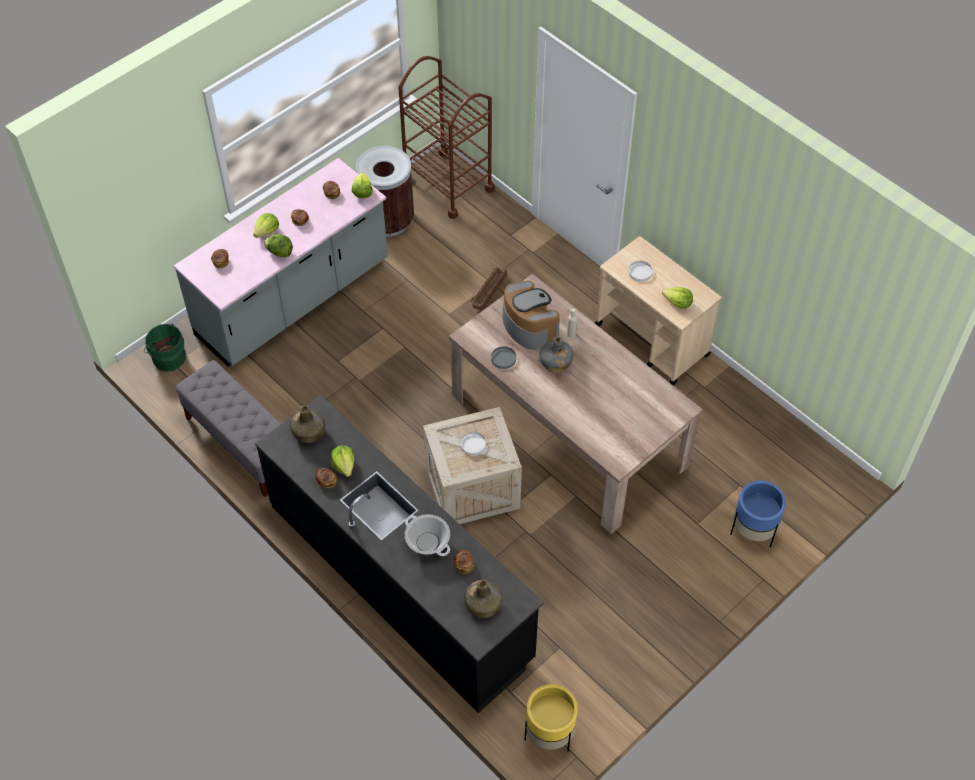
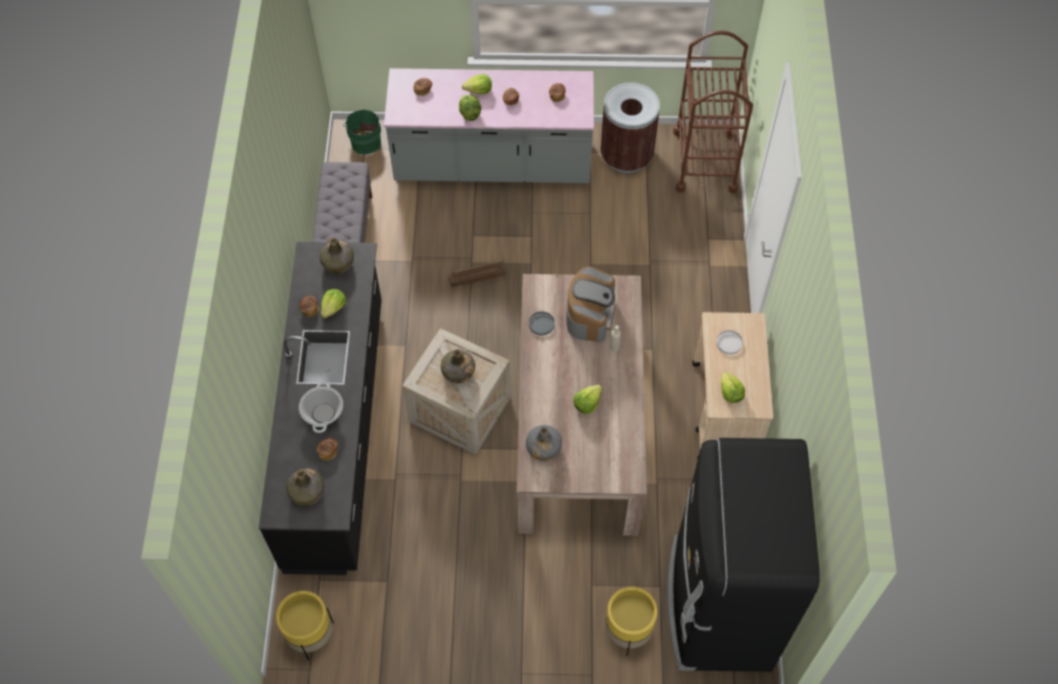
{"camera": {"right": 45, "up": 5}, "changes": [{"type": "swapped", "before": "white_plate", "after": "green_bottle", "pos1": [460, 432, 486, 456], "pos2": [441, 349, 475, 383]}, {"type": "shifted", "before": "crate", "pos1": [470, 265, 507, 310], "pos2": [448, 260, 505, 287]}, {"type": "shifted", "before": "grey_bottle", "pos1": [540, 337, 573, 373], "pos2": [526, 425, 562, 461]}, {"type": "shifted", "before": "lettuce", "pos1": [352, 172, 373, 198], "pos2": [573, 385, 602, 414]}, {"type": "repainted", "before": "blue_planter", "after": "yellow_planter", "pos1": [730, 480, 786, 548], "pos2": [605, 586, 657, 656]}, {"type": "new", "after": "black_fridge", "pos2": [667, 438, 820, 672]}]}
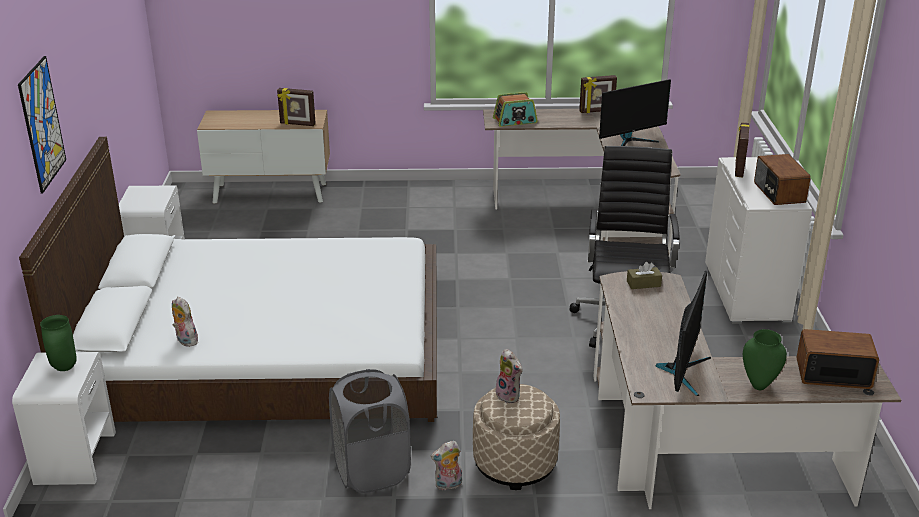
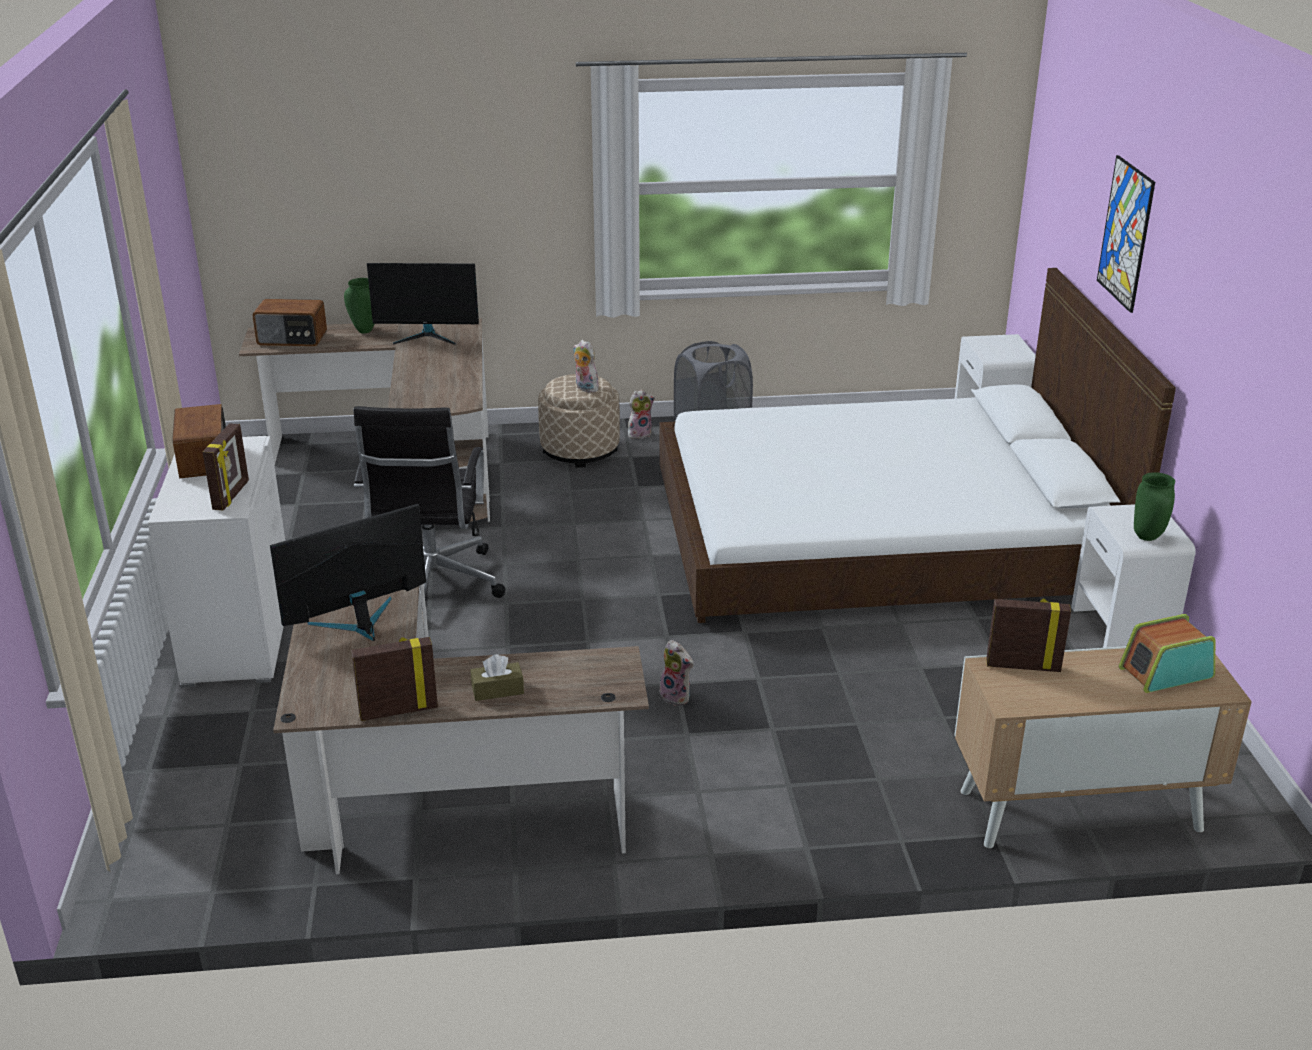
{"camera": {"right": 175, "up": 0}, "changes": [{"type": "rotated", "before": "monitor", "pos1": [655, 271, 711, 396], "pos2": [367, 263, 479, 345], "turn": -105}, {"type": "shifted", "before": "brown_tissue_box", "pos1": [627, 262, 662, 289], "pos2": [471, 654, 524, 701]}, {"type": "shifted", "before": "plush_toy", "pos1": [172, 297, 198, 347], "pos2": [658, 640, 693, 706]}, {"type": "shifted", "before": "radio", "pos1": [493, 92, 538, 127], "pos2": [1119, 614, 1215, 693]}, {"type": "shifted", "before": "green_vase", "pos1": [40, 315, 77, 371], "pos2": [1134, 472, 1175, 541]}]}
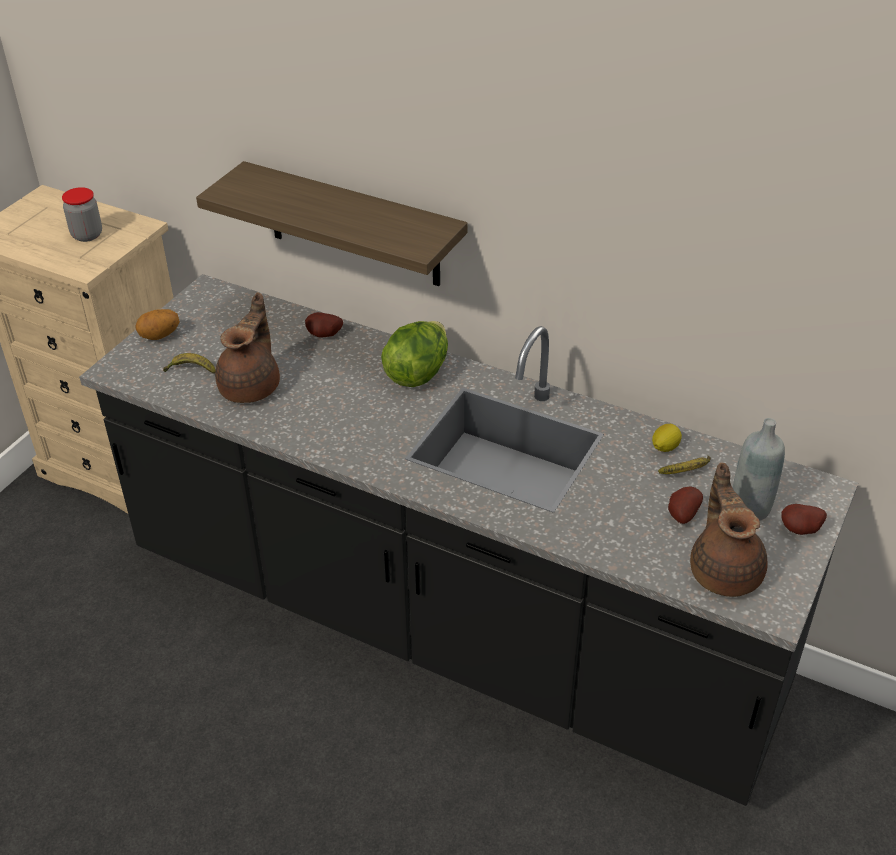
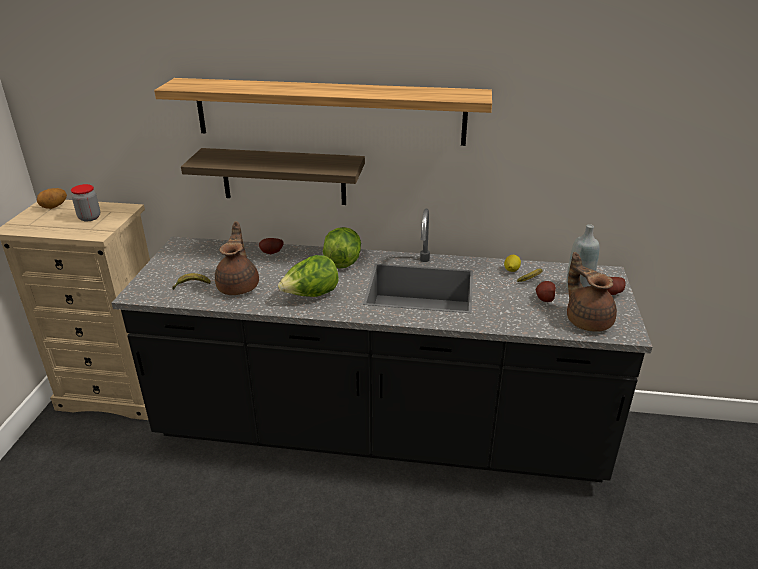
{"camera": {"right": -20, "up": -10}, "changes": [{"type": "shifted", "before": "potato", "pos1": [135, 309, 180, 340], "pos2": [37, 188, 67, 209]}, {"type": "new", "after": "shelf", "pos2": [154, 78, 492, 146]}, {"type": "new", "after": "lettuce", "pos2": [278, 255, 339, 297]}]}
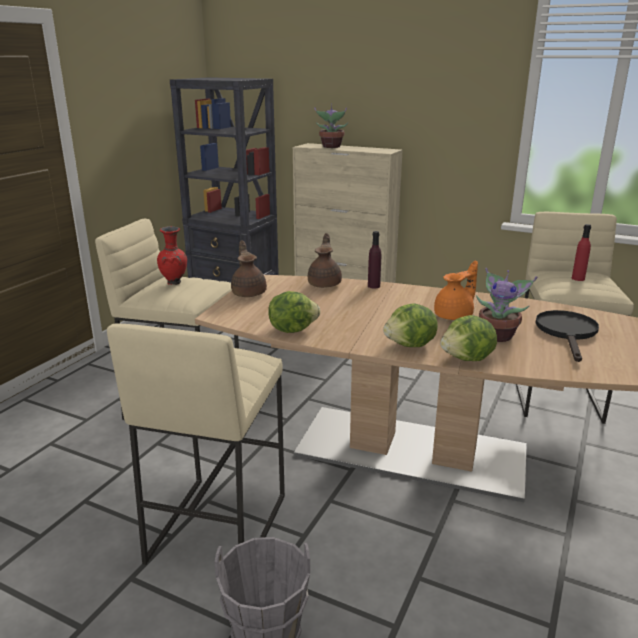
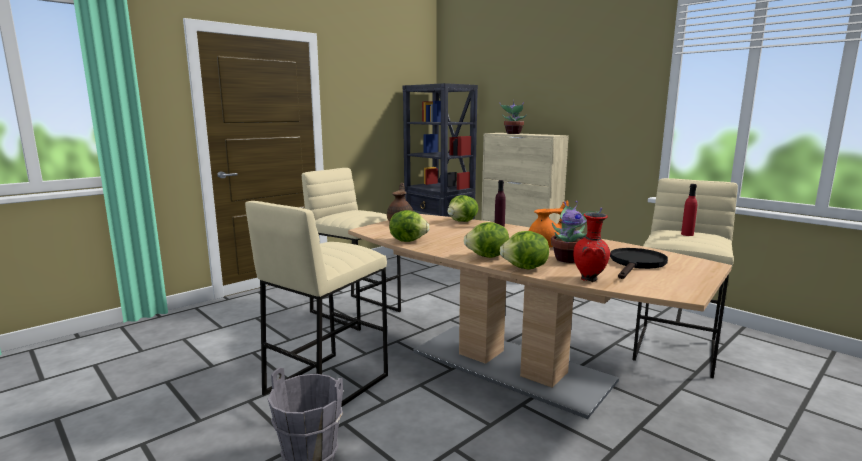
{"camera": {"right": 20, "up": -10}, "changes": [{"type": "swapped", "before": "brown_teapot", "after": "lettuce", "pos1": [308, 233, 342, 288], "pos2": [447, 195, 478, 222]}, {"type": "shifted", "before": "red_vase", "pos1": [157, 226, 187, 285], "pos2": [573, 212, 610, 282]}]}
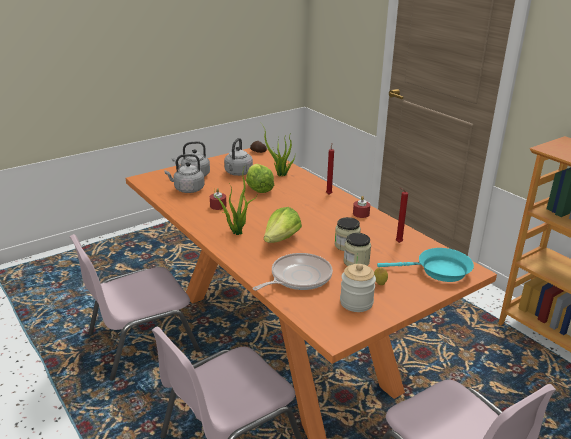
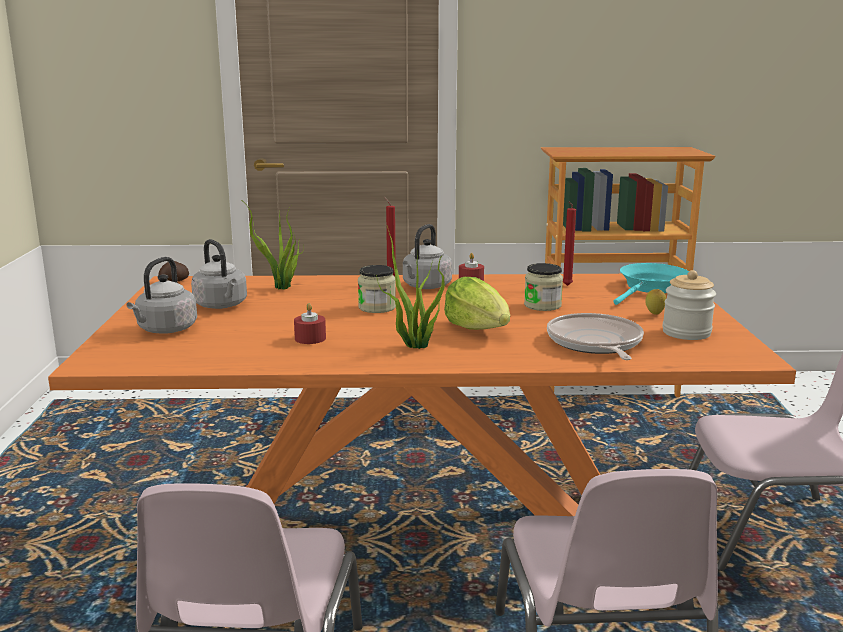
{"camera": {"right": -55, "up": -10}, "changes": [{"type": "shifted", "before": "jar", "pos1": [343, 233, 371, 266], "pos2": [358, 265, 396, 313]}, {"type": "shifted", "before": "grey_kettle", "pos1": [164, 154, 205, 193], "pos2": [403, 224, 452, 289]}, {"type": "gone", "before": "lettuce", "pos1": [246, 164, 274, 193]}]}
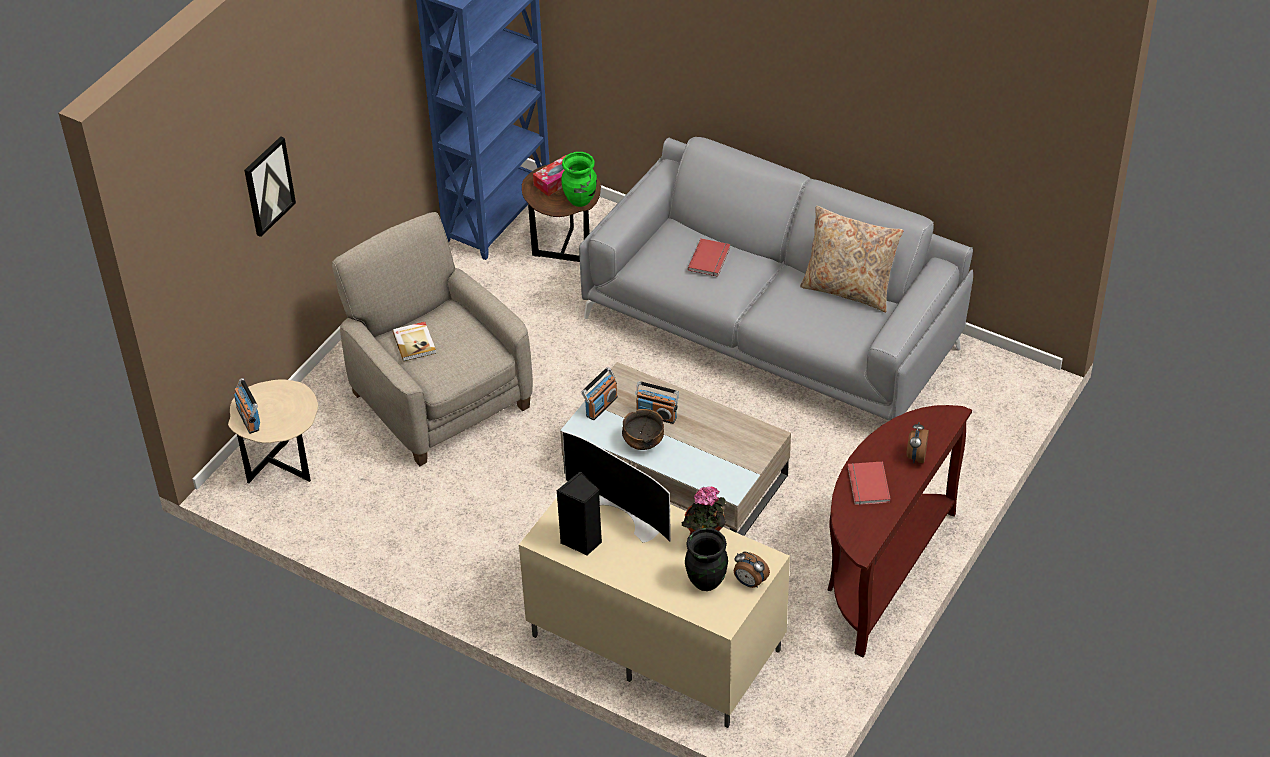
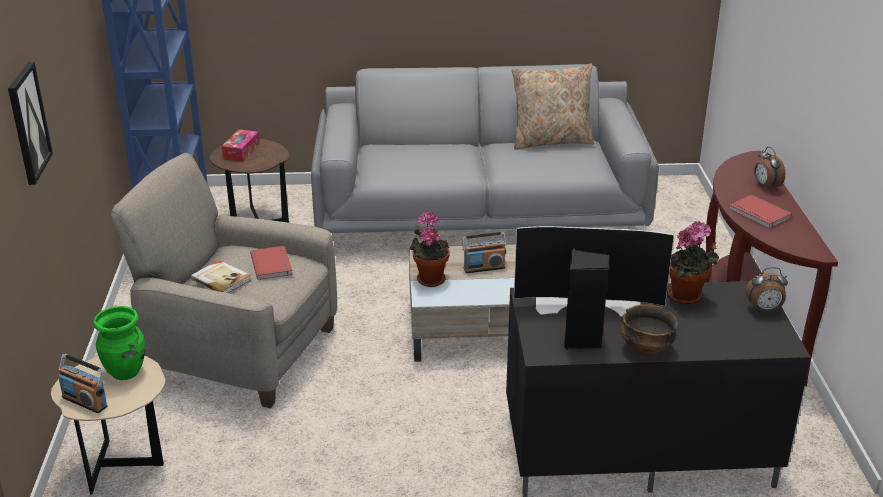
{"camera": {"right": -35, "up": -15}, "changes": [{"type": "shifted", "before": "green_vase", "pos1": [561, 152, 597, 207], "pos2": [93, 306, 145, 380]}, {"type": "shifted", "before": "red_book", "pos1": [688, 238, 730, 277], "pos2": [250, 246, 293, 280]}, {"type": "swapped", "before": "radio", "after": "potted_plant", "pos1": [582, 367, 618, 420], "pos2": [409, 212, 449, 287]}, {"type": "repainted", "before": "beige_tv_stand", "after": "black_tv_stand", "pos1": [519, 498, 790, 728], "pos2": [506, 281, 811, 497]}, {"type": "shifted", "before": "bowl", "pos1": [622, 409, 664, 450], "pos2": [621, 304, 678, 356]}, {"type": "gone", "before": "black_vase", "pos1": [685, 528, 728, 591]}]}
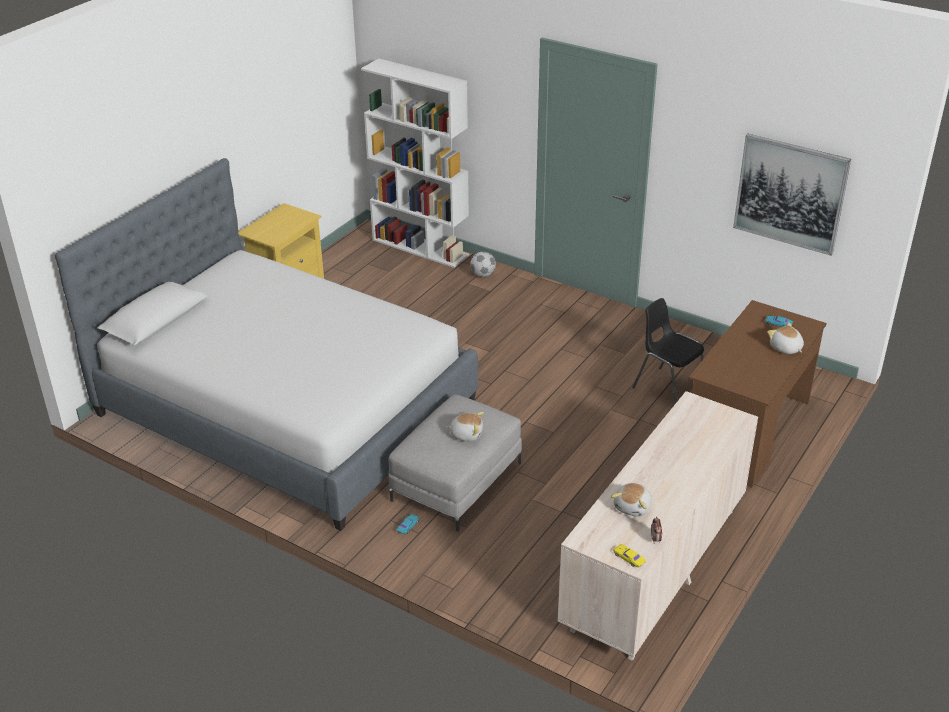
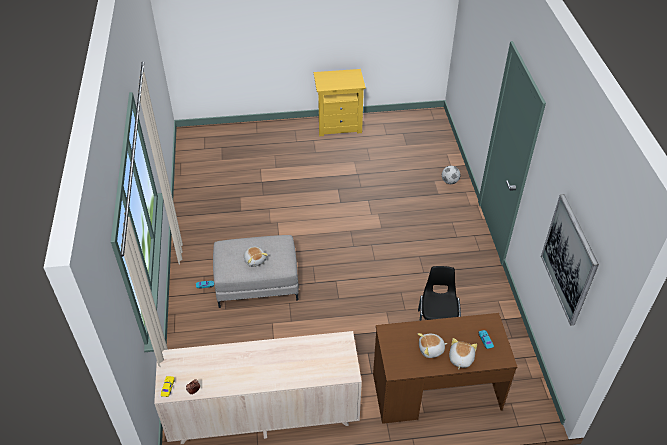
{"camera": {"right": 50, "up": 10}, "changes": [{"type": "shifted", "before": "plush_toy", "pos1": [611, 483, 652, 517], "pos2": [418, 333, 448, 358]}, {"type": "gone", "before": "bed", "pos1": [55, 158, 478, 531]}, {"type": "gone", "before": "white_bookcase", "pos1": [361, 59, 469, 268]}]}
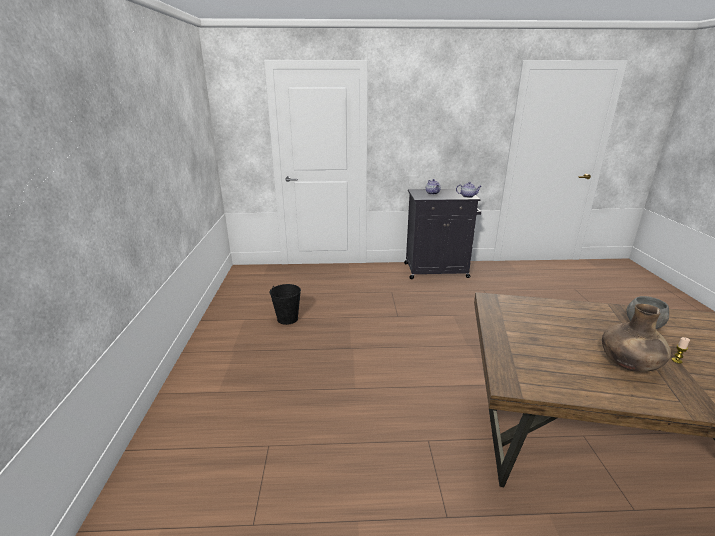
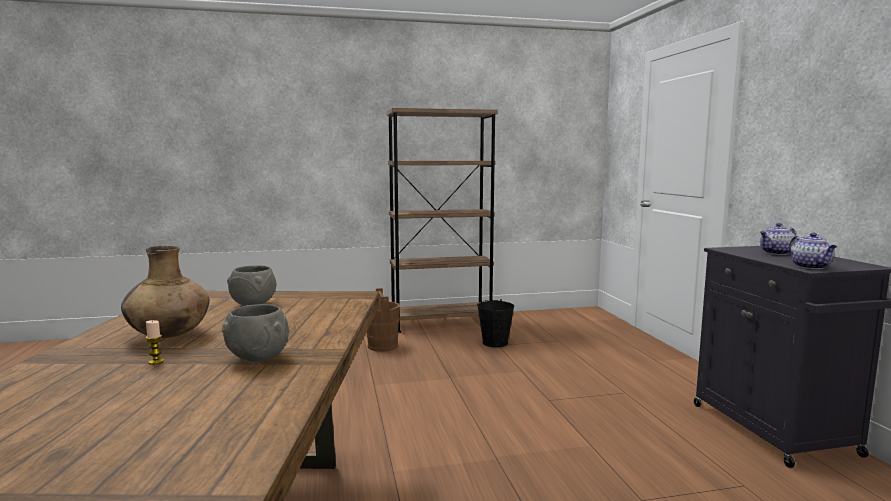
{"camera": {"right": 80, "up": -15}, "changes": [{"type": "new", "after": "grey_bowl", "pos2": [227, 265, 277, 306]}, {"type": "new", "after": "brown_bucket", "pos2": [366, 288, 400, 352]}, {"type": "new", "after": "brown_bookcase", "pos2": [387, 108, 498, 333]}]}
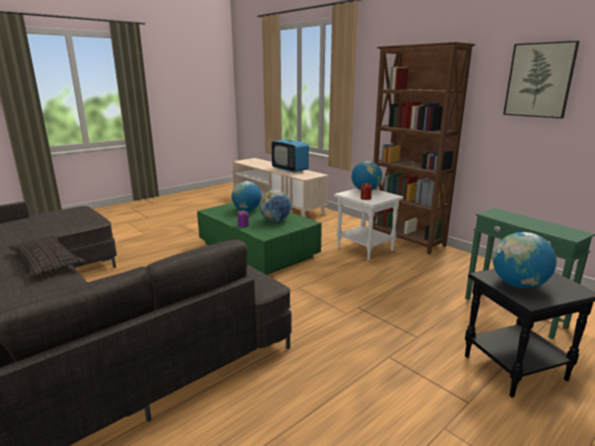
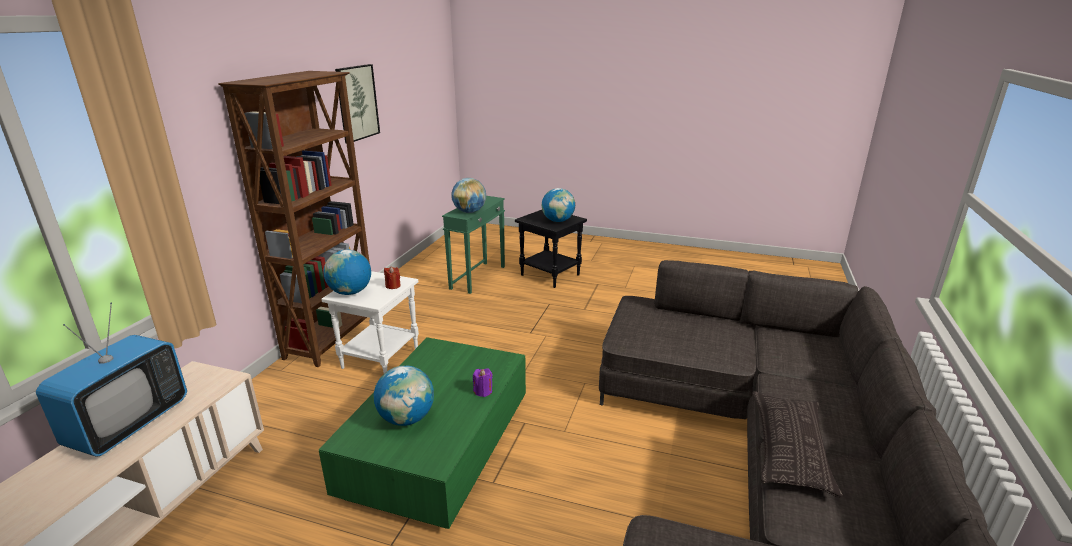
{"camera": {"right": -120, "up": 5}, "changes": [{"type": "shifted", "before": "globe", "pos1": [260, 190, 291, 222], "pos2": [451, 178, 486, 213]}]}
